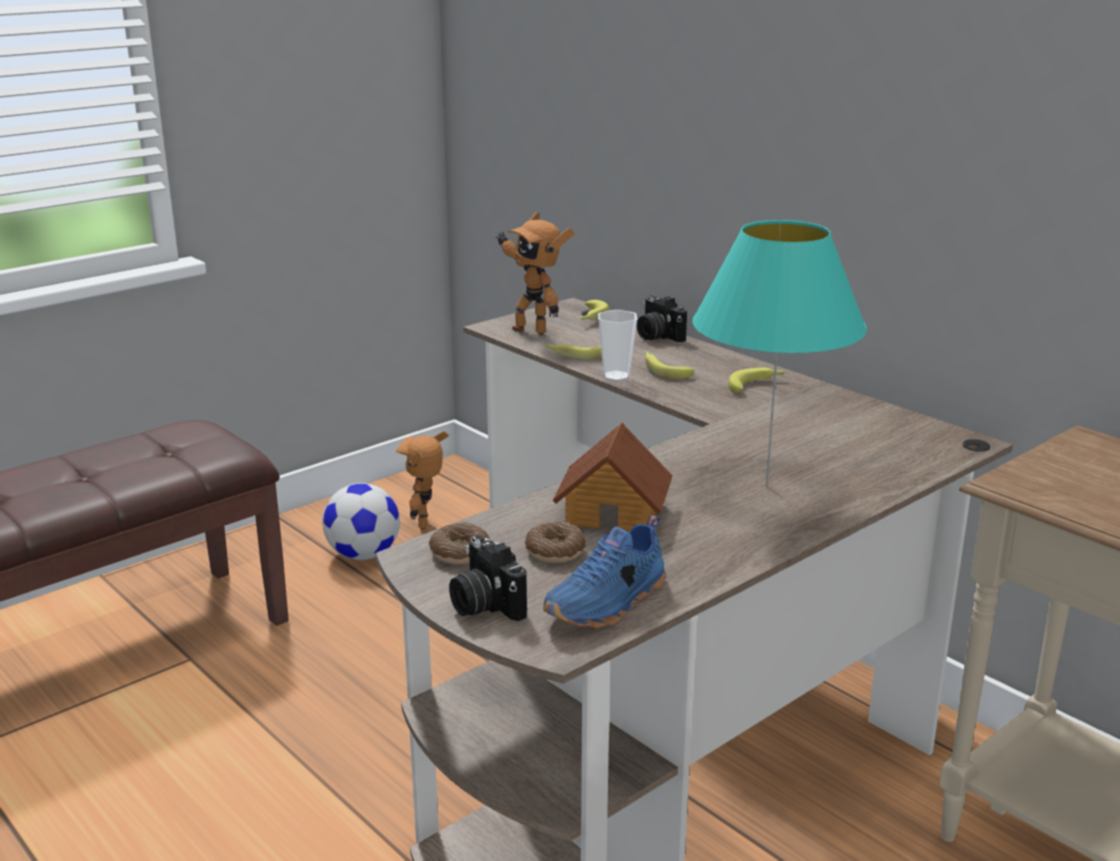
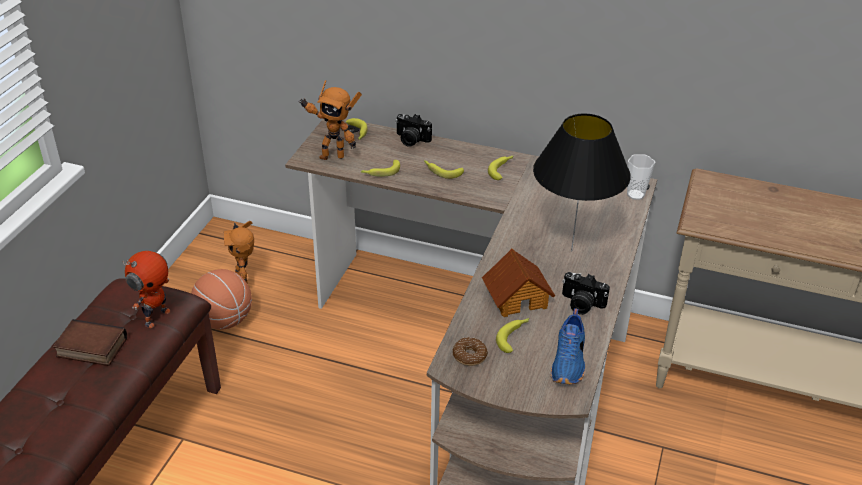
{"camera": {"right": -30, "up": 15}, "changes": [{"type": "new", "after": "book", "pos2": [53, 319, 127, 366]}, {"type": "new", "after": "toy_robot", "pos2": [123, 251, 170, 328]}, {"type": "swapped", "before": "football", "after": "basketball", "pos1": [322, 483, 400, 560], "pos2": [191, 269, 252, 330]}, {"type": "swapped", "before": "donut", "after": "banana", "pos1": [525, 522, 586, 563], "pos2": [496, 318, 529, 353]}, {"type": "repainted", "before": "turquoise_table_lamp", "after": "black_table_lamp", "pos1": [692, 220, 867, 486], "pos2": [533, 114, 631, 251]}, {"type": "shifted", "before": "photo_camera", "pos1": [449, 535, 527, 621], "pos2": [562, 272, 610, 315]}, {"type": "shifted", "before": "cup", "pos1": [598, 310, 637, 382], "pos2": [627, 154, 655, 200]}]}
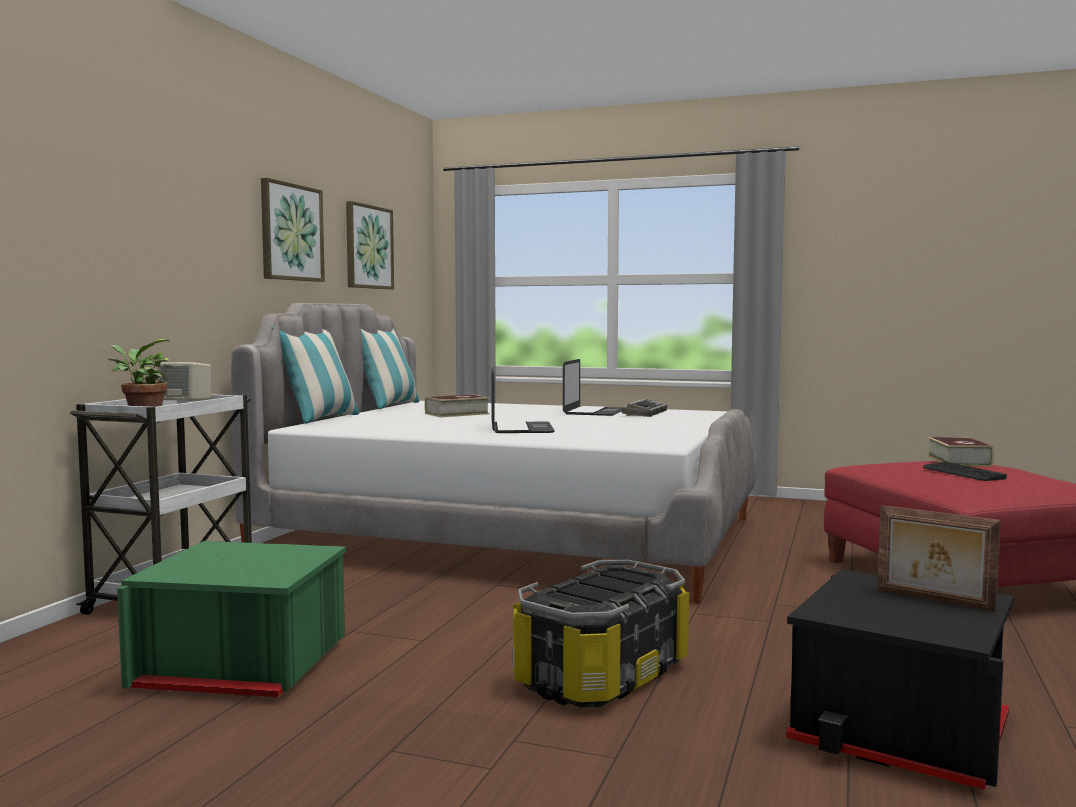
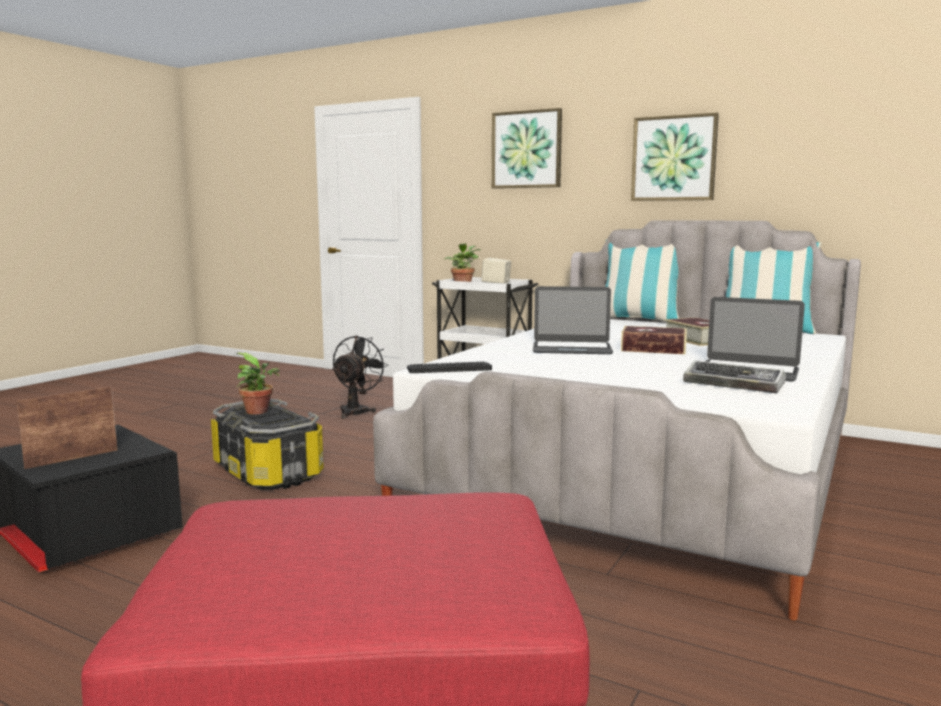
{"camera": {"right": 100, "up": 5}, "changes": [{"type": "new", "after": "potted_plant", "pos2": [236, 353, 280, 415]}, {"type": "swapped", "before": "green_storage_box", "after": "black_fan", "pos1": [117, 541, 346, 697], "pos2": [332, 335, 388, 419]}, {"type": "shifted", "before": "keyboard", "pos1": [923, 462, 1007, 481], "pos2": [407, 362, 492, 373]}, {"type": "shifted", "before": "picture", "pos1": [346, 201, 394, 289], "pos2": [492, 108, 562, 189]}, {"type": "shifted", "before": "book", "pos1": [926, 437, 994, 467], "pos2": [621, 326, 687, 354]}]}
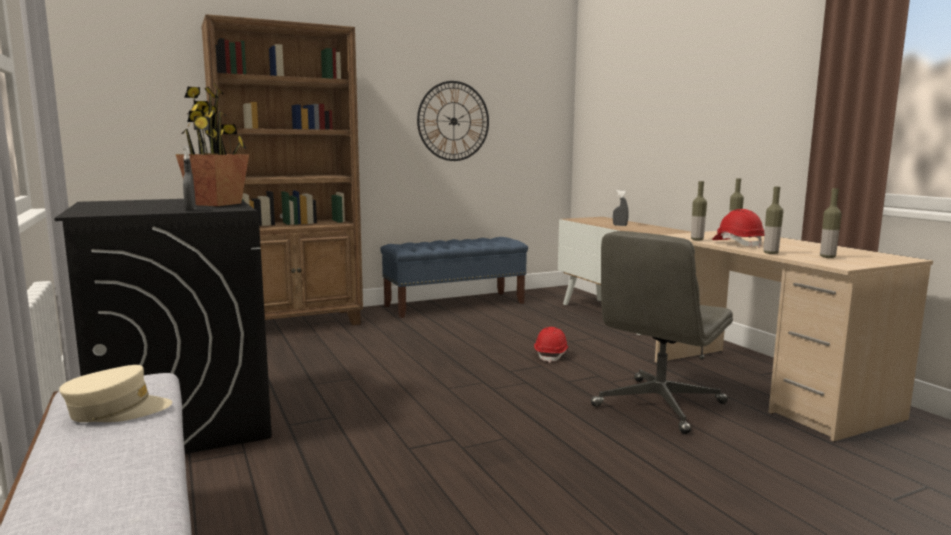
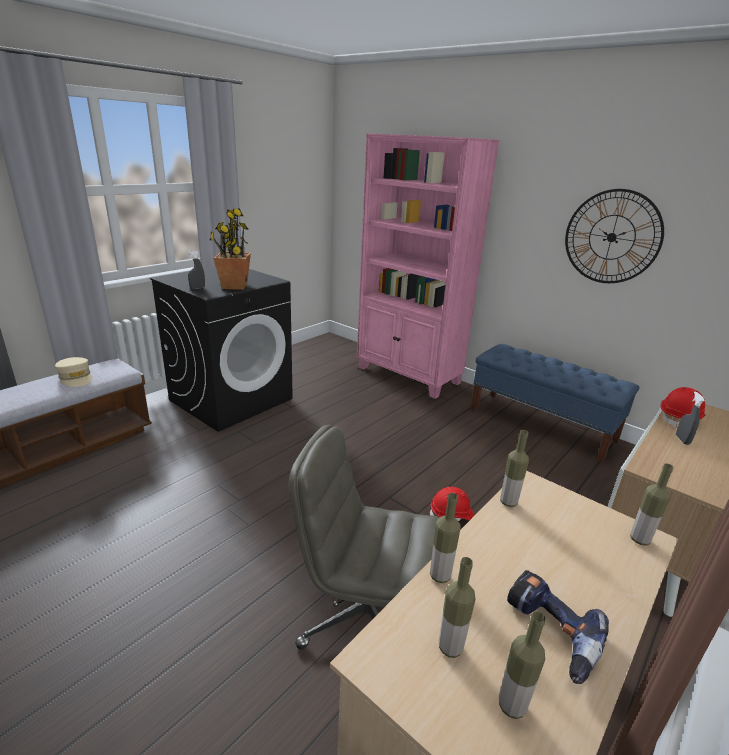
{"camera": {"right": 65, "up": 15}, "changes": [{"type": "repainted", "before": "brown_bookcase", "after": "pink_bookcase", "pos1": [201, 14, 363, 325], "pos2": [357, 133, 499, 399]}, {"type": "new", "after": "bottle", "pos2": [499, 611, 545, 719]}, {"type": "new", "after": "power_drill", "pos2": [507, 570, 609, 684]}, {"type": "shifted", "before": "red_hard_hat", "pos1": [712, 209, 764, 248], "pos2": [661, 387, 706, 428]}]}
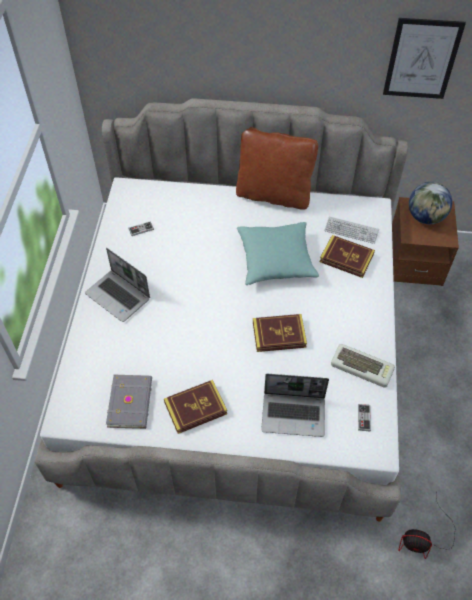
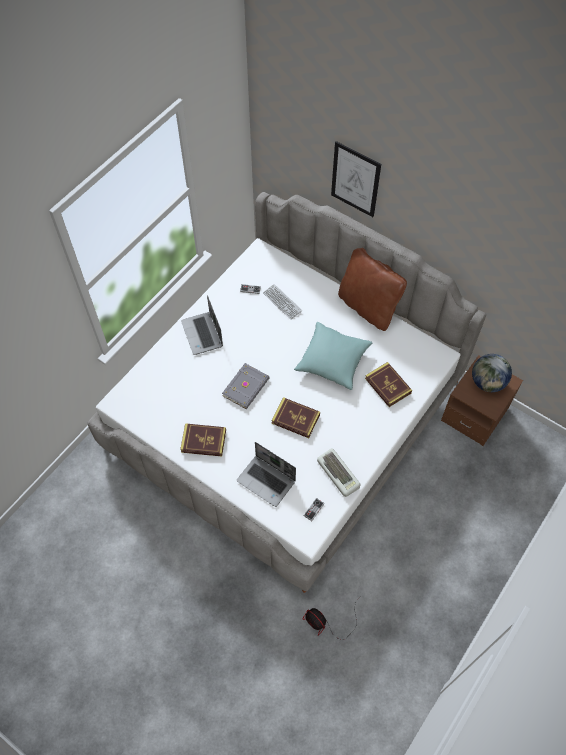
{"camera": {"right": 30, "up": 5}, "changes": [{"type": "shifted", "before": "grey_book", "pos1": [106, 375, 152, 429], "pos2": [222, 363, 270, 409]}, {"type": "shifted", "before": "keyboard", "pos1": [324, 217, 379, 244], "pos2": [263, 284, 302, 320]}, {"type": "shifted", "before": "picture", "pos1": [383, 18, 466, 99], "pos2": [331, 141, 381, 217]}]}
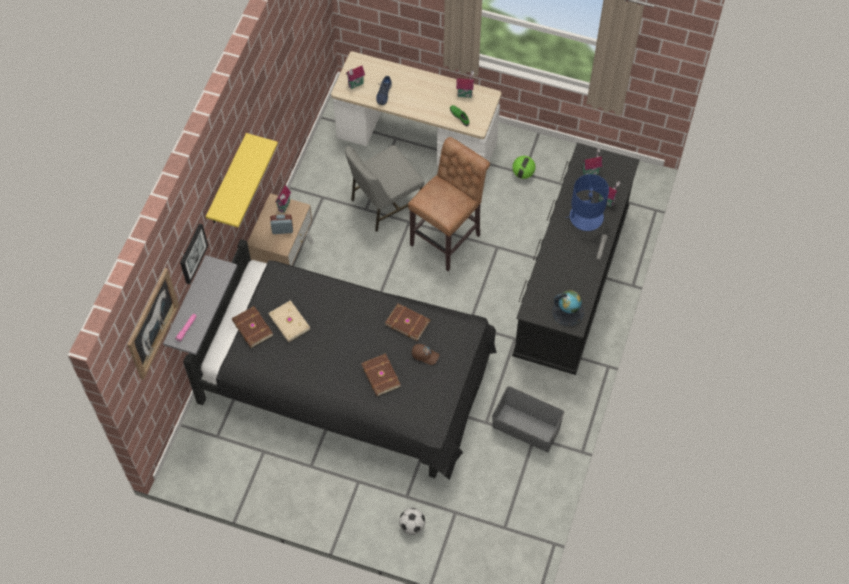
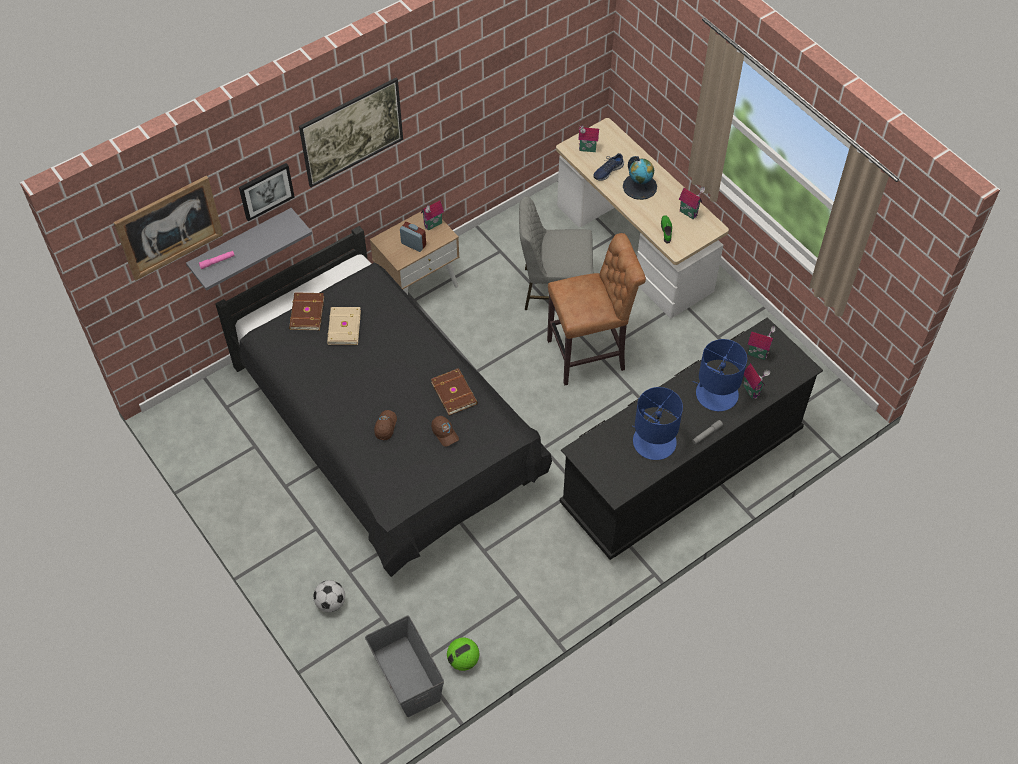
{"camera": {"right": 35, "up": -5}, "changes": [{"type": "swapped", "before": "yellow_shelf", "after": "picture", "pos1": [206, 133, 278, 228], "pos2": [299, 78, 403, 187]}, {"type": "shifted", "before": "grey_storage_box", "pos1": [492, 386, 565, 452], "pos2": [365, 615, 444, 717]}, {"type": "swapped", "before": "brown_book", "after": "brown_cap", "pos1": [361, 353, 401, 396], "pos2": [374, 410, 397, 440]}, {"type": "shifted", "before": "football", "pos1": [512, 156, 536, 179], "pos2": [447, 637, 479, 671]}, {"type": "shifted", "before": "globe", "pos1": [552, 290, 584, 326], "pos2": [623, 156, 657, 200]}, {"type": "new", "after": "blue_table_lamp", "pos2": [632, 387, 683, 460]}]}
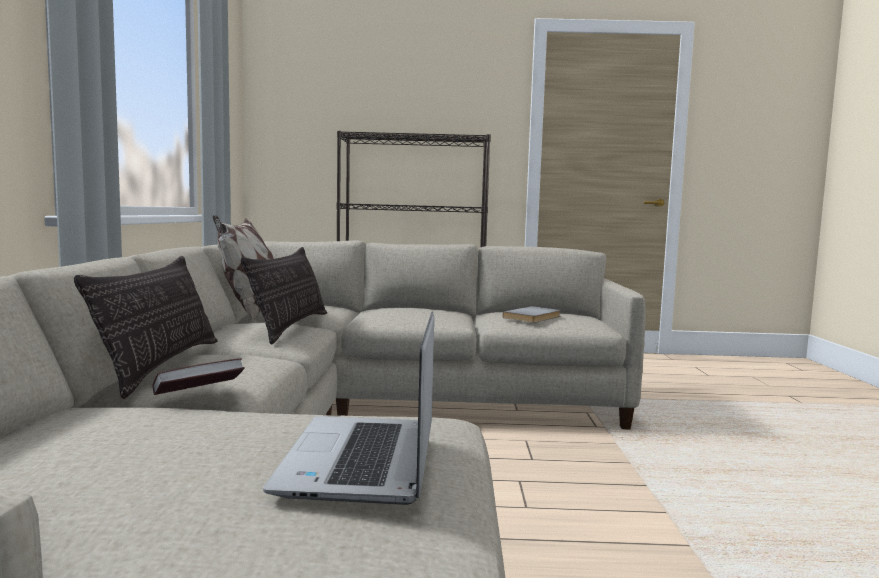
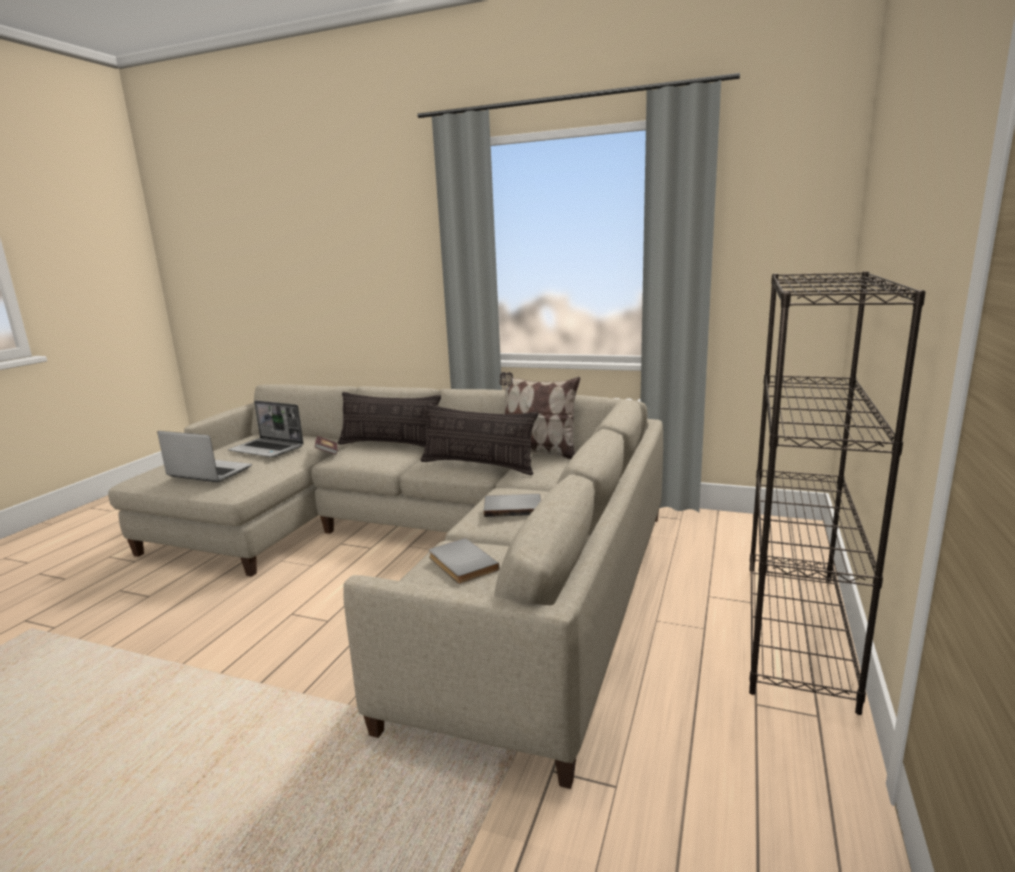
{"camera": {"right": 110, "up": 10}, "changes": [{"type": "new", "after": "laptop", "pos2": [228, 400, 304, 457]}, {"type": "new", "after": "grey_book", "pos2": [484, 494, 541, 517]}]}
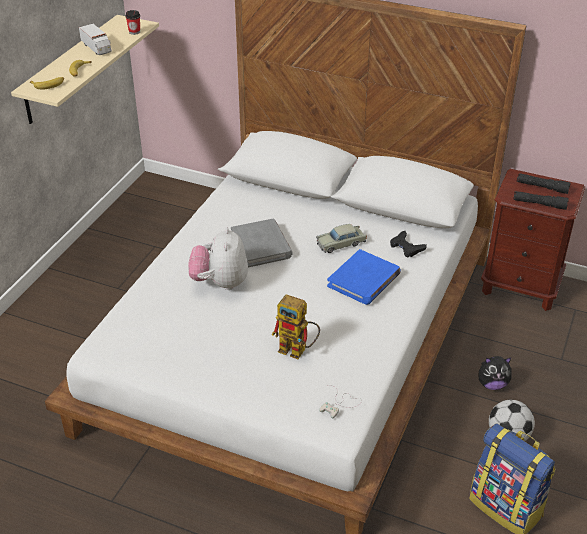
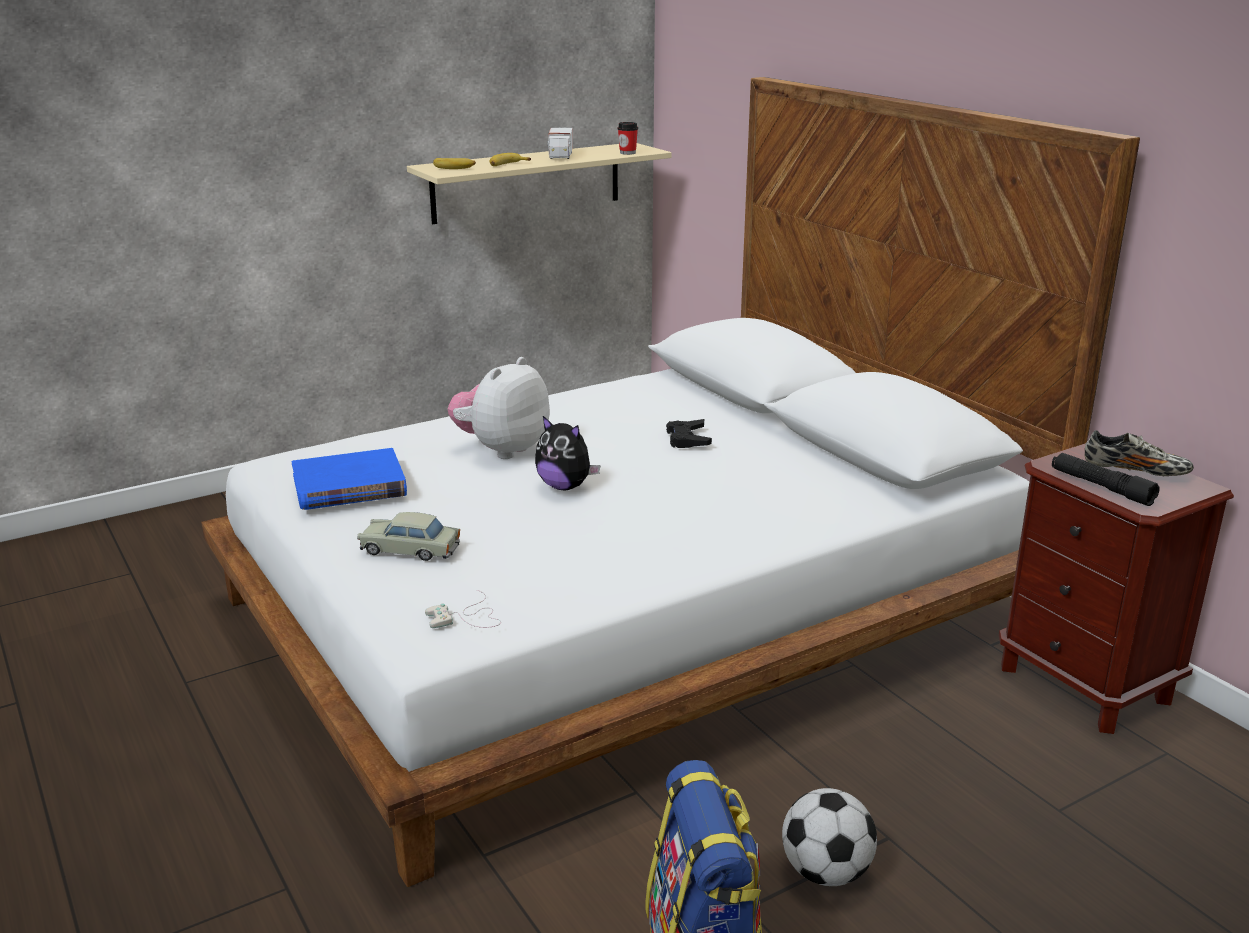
{"camera": {"right": 35, "up": -15}, "changes": [{"type": "shifted", "before": "blue_book", "pos1": [327, 249, 401, 305], "pos2": [291, 448, 407, 510]}, {"type": "shifted", "before": "beige_toy_car", "pos1": [316, 224, 367, 253], "pos2": [357, 512, 460, 561]}, {"type": "shifted", "before": "plush_toy", "pos1": [478, 356, 512, 390], "pos2": [535, 416, 601, 490]}, {"type": "shifted", "before": "black_game_controller", "pos1": [390, 231, 427, 257], "pos2": [666, 419, 712, 448]}, {"type": "swapped", "before": "black_flashlight", "after": "shoe", "pos1": [517, 173, 570, 194], "pos2": [1084, 430, 1194, 476]}, {"type": "gone", "before": "grey_book", "pos1": [231, 219, 293, 267]}, {"type": "gone", "before": "toy_robot", "pos1": [272, 294, 320, 359]}]}
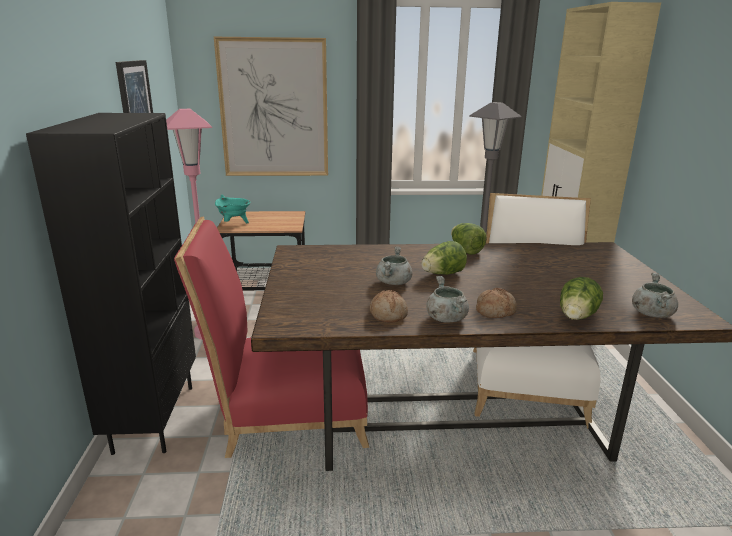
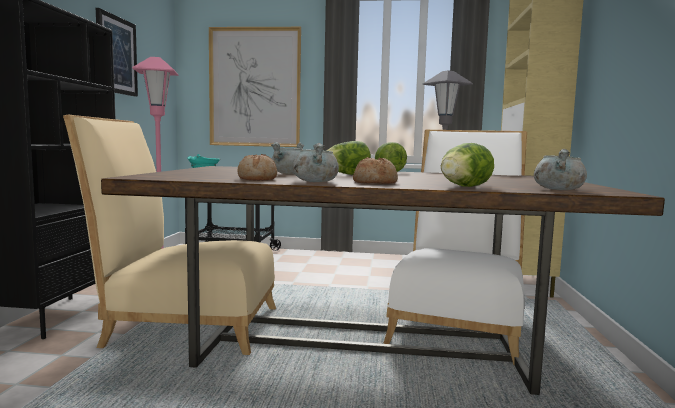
{"camera": {"right": 10, "up": -15}, "changes": [{"type": "repainted", "before": "red_chair", "after": "beige_chair", "pos1": [174, 217, 369, 458], "pos2": [63, 115, 276, 355]}]}
